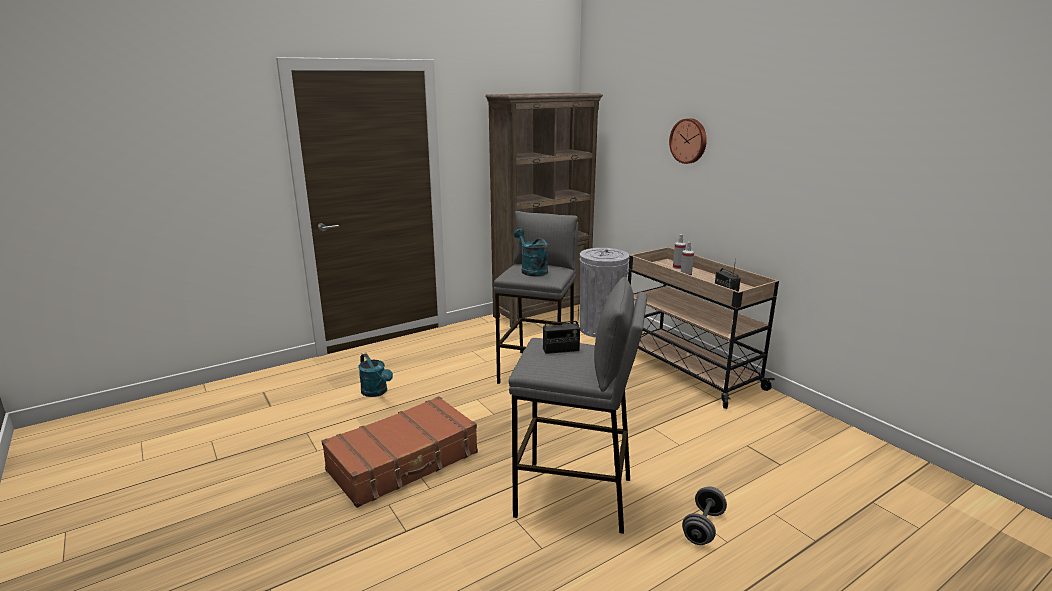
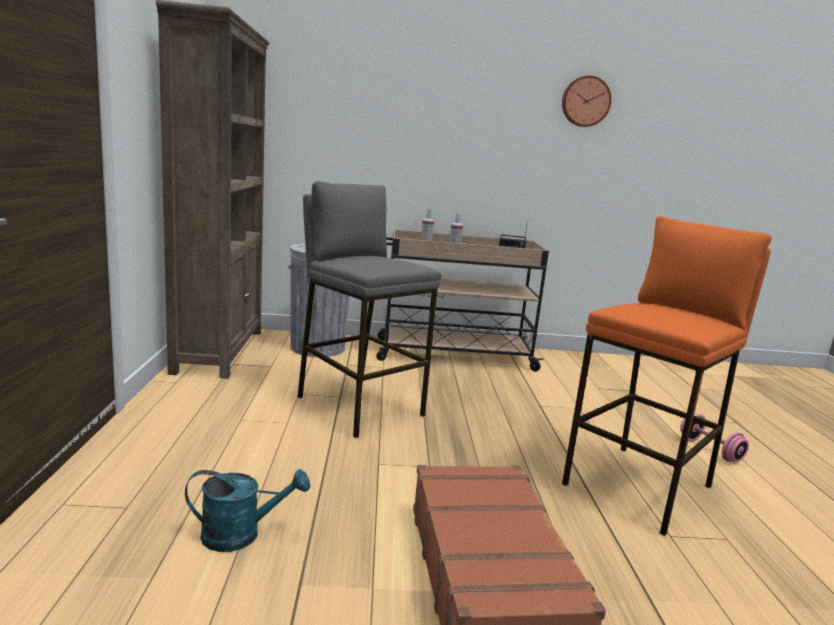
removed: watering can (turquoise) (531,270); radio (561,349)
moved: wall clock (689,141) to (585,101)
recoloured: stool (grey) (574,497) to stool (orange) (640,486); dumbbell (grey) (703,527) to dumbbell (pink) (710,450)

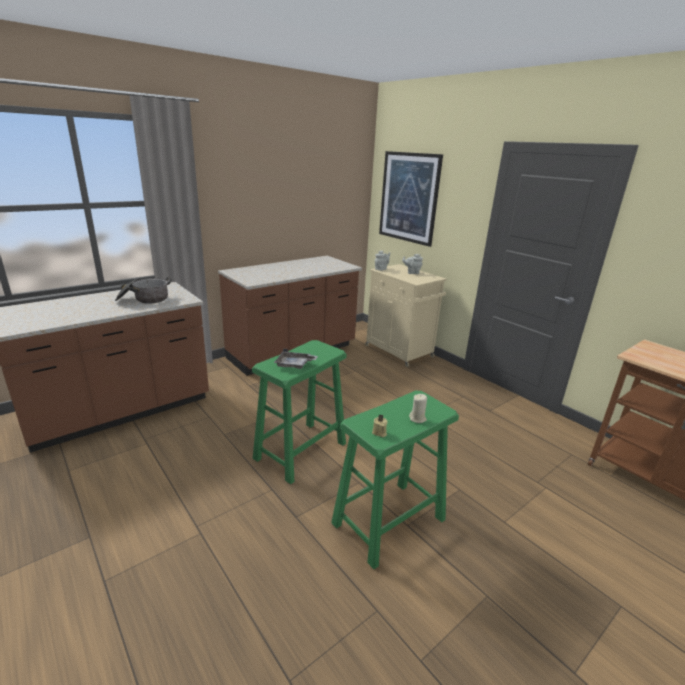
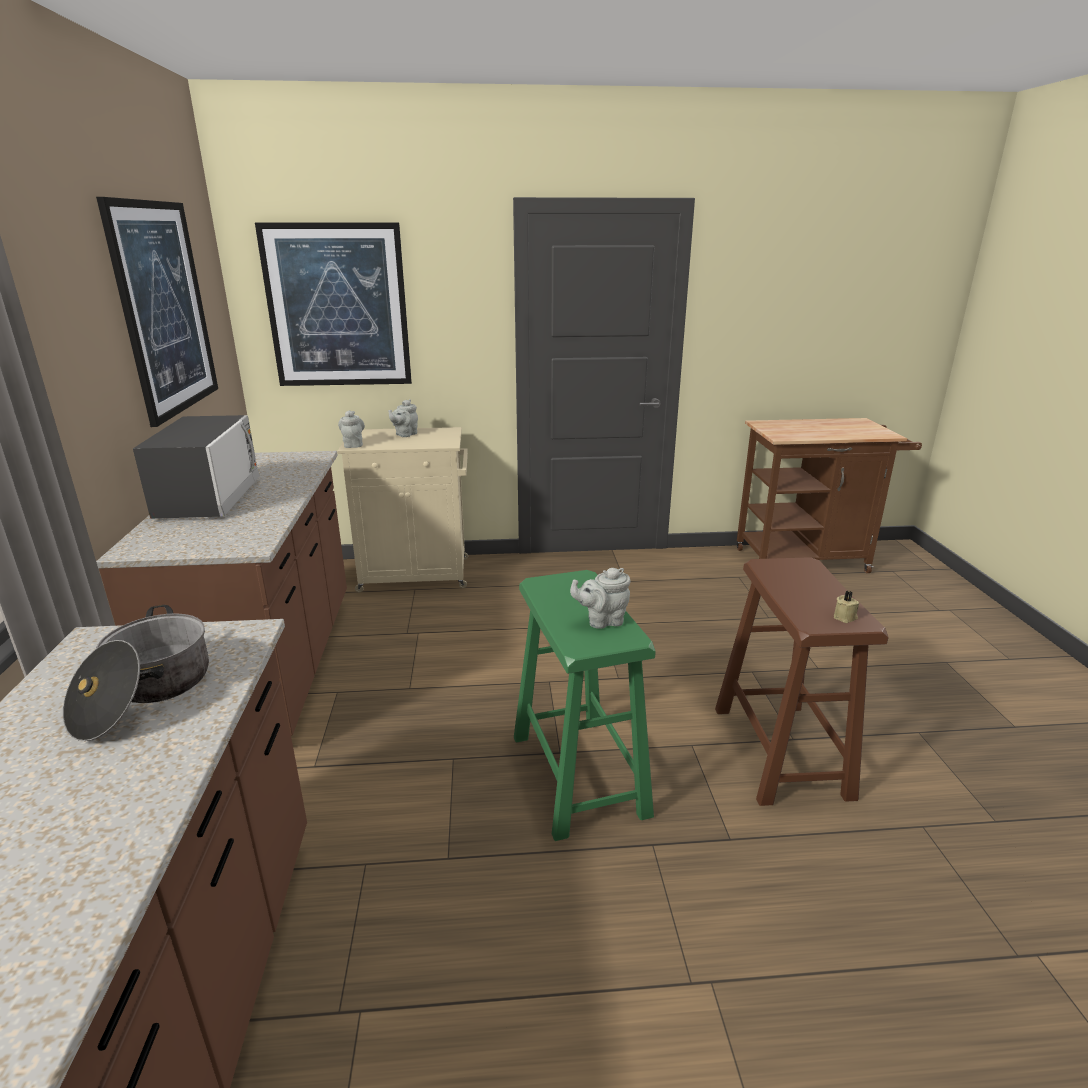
removed: candle (beige) (417,418)
added: picture (164,309); microwave (209,498)
replaced: tray (grey) (294,365) to teapot (grey) (602,621)
recoloured: stool (green) (389,521) to stool (brown) (780,750)

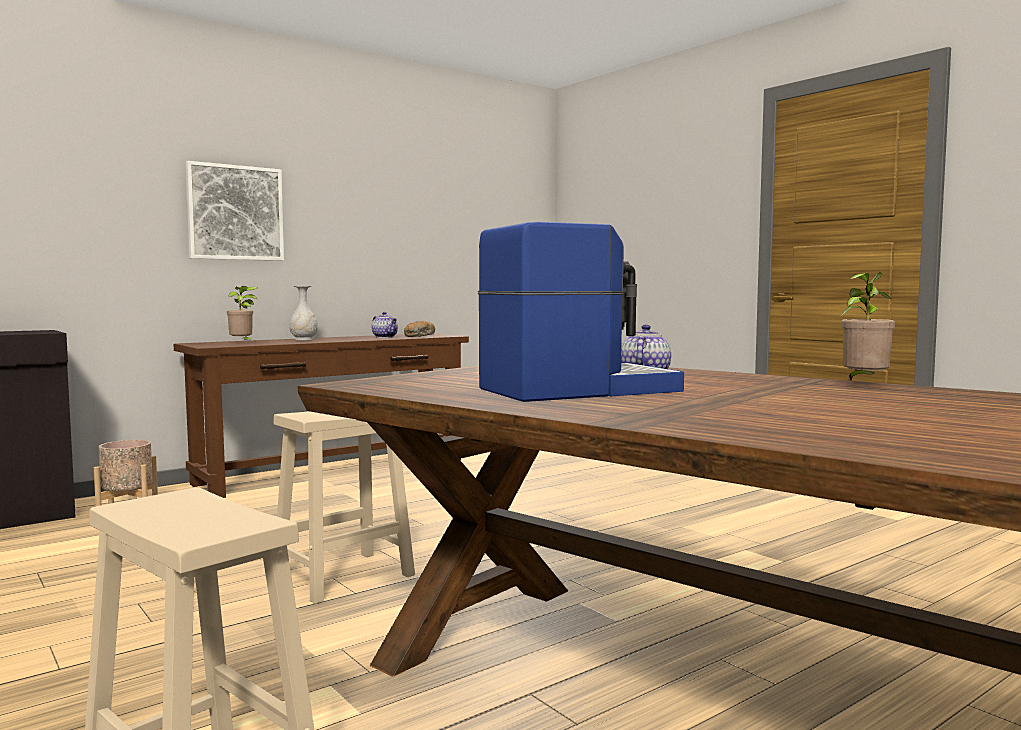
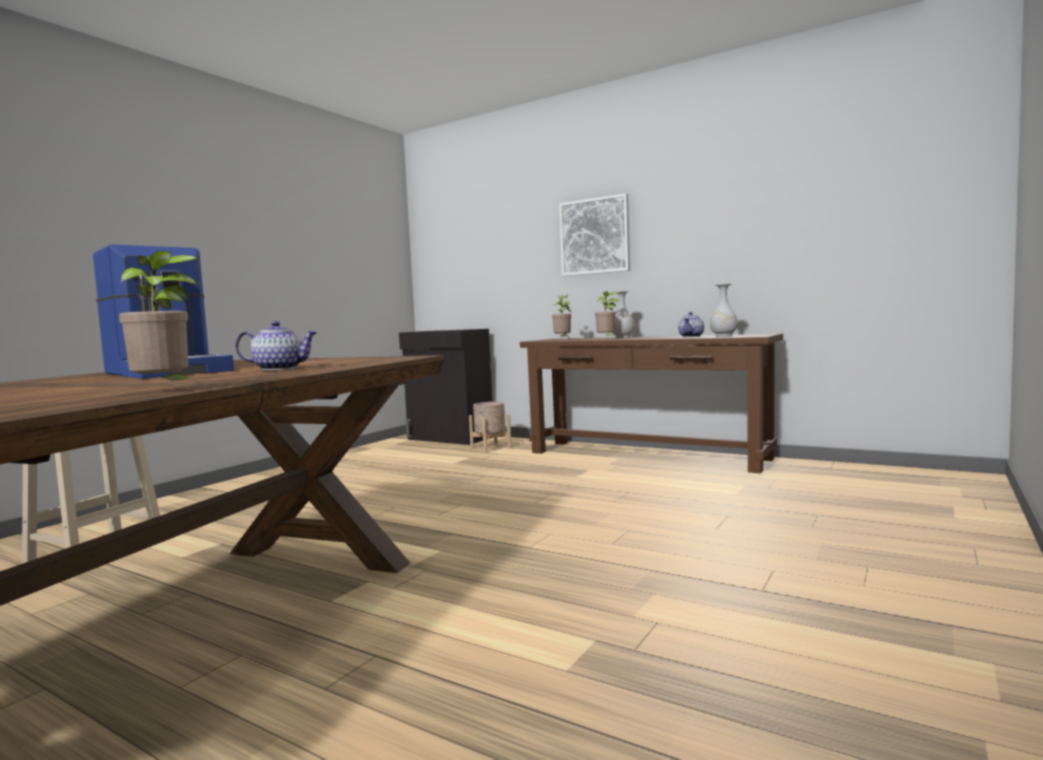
removed: stool (beige) (346,576)
added: potted plant (607,339)
replaced: bread (420,336) to vase (white) (723,336)

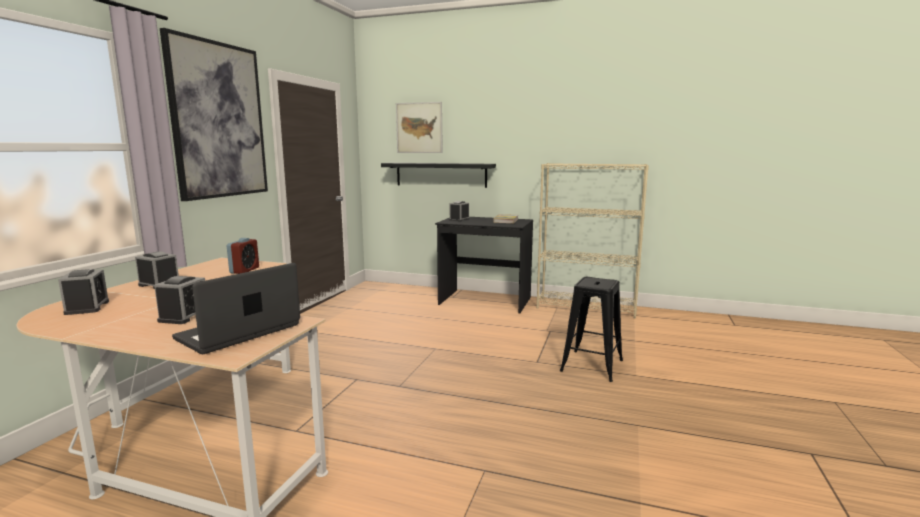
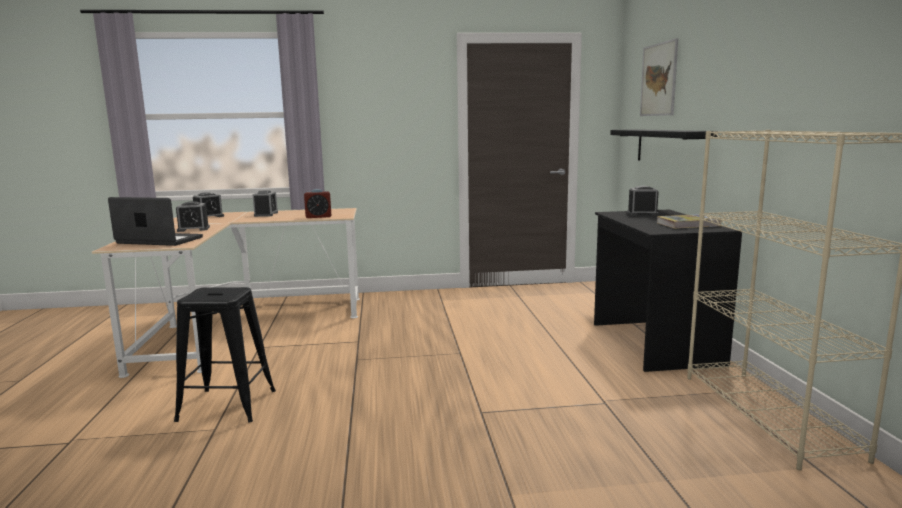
removed: picture (218,120)
moved: stool (black) (592,365) to (228,405)

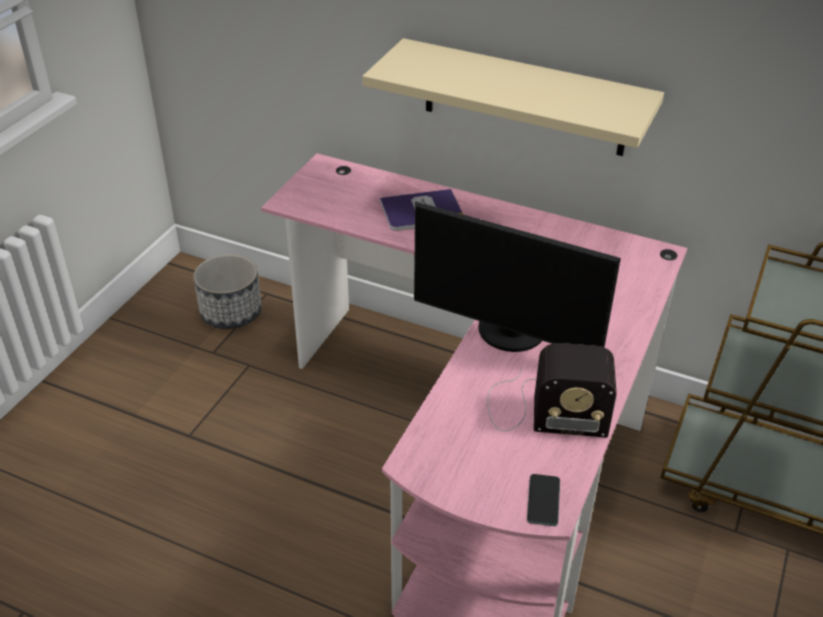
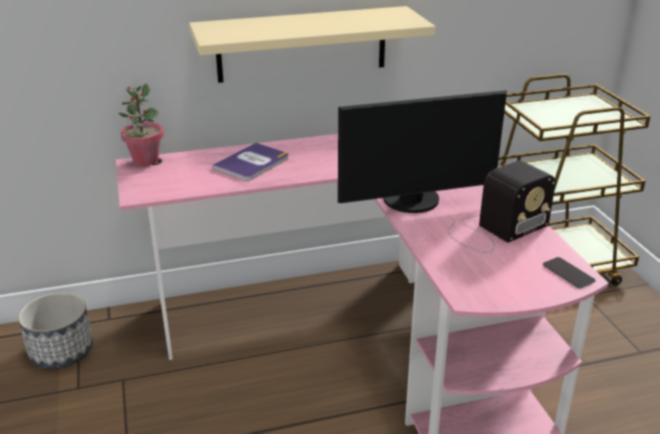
added: potted plant (145,160)

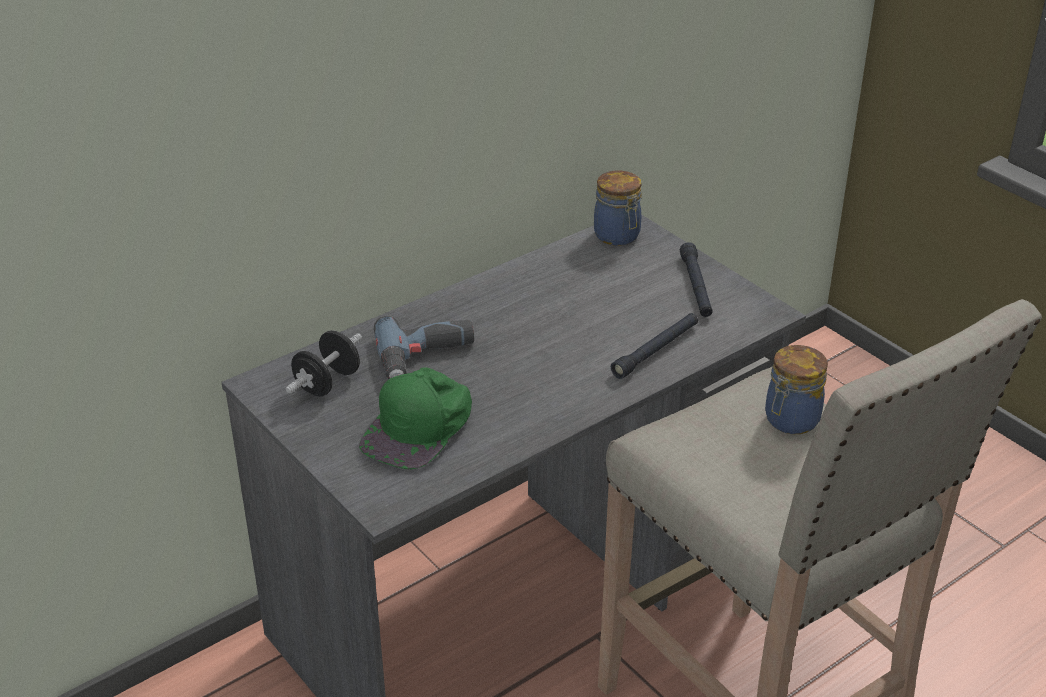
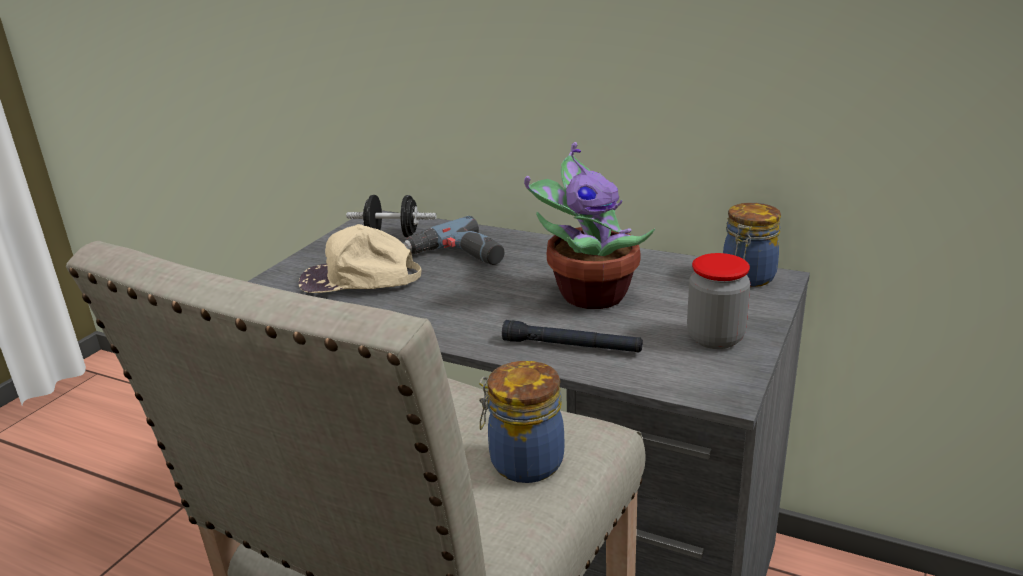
added: potted plant (588,294)
replaced: flashlight (black) (696,287) to jar (715,338)
recoloured: cap (green) (419,428) to cap (beige) (360,279)

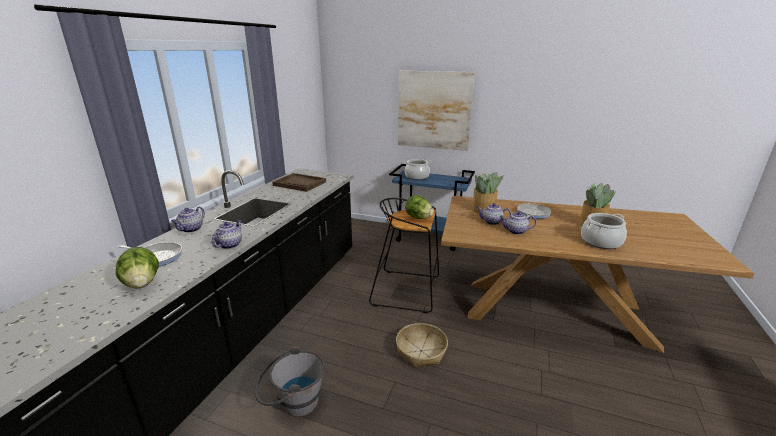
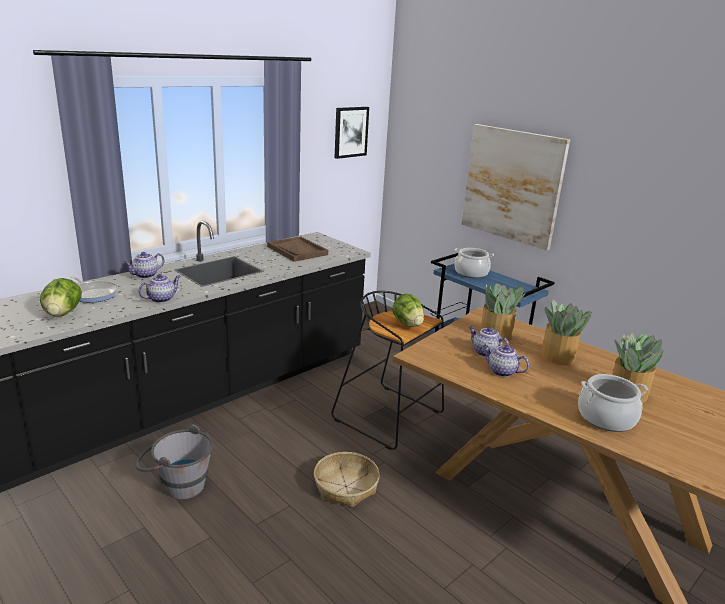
added: picture (350,132)
replaced: frying pan (532,214) to potted plant (558,357)

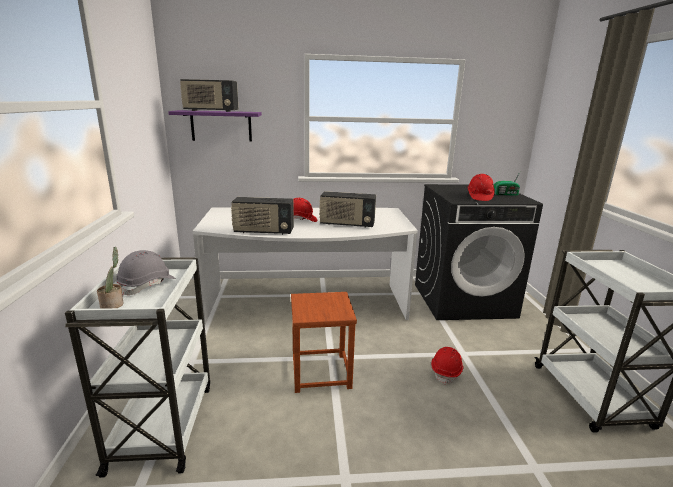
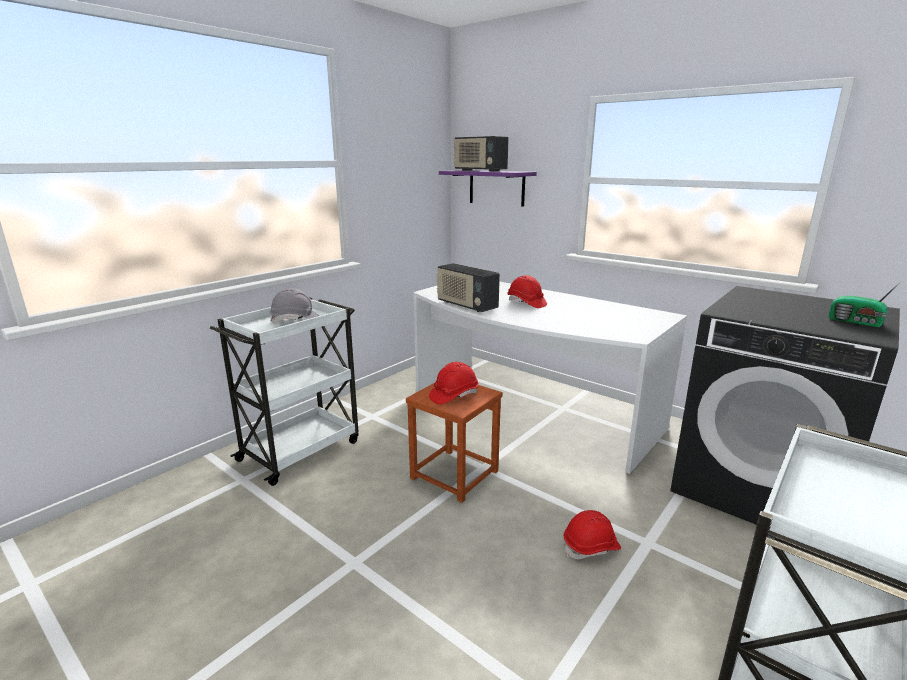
removed: potted plant (113,304); radio (347,224)
moved: hard hat (red) (479,197) to (453,395)

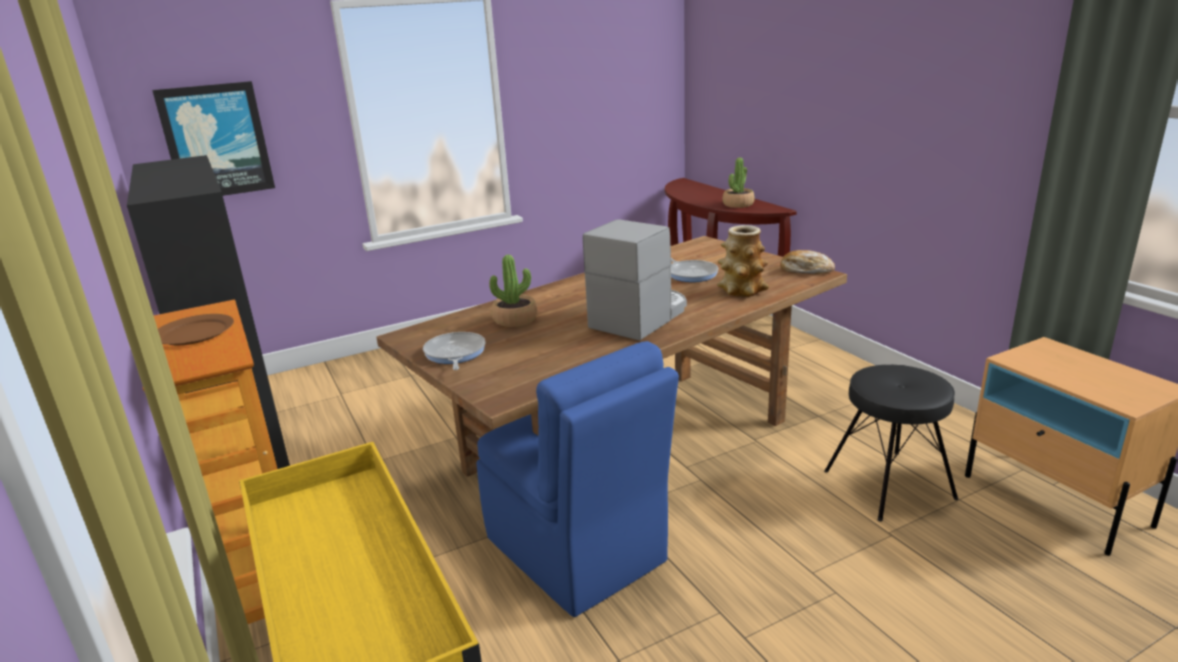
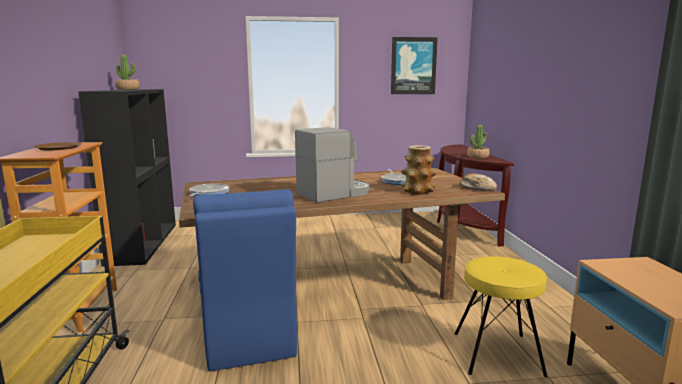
moved: picture (216,141) to (413,66); potted plant (515,319) to (128,89)
recoloured: stool (black) (889,485) to stool (yellow) (498,354)

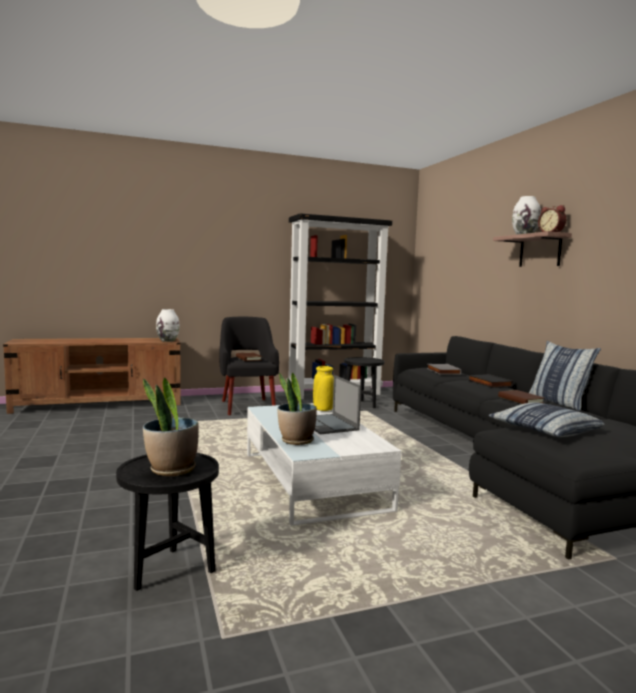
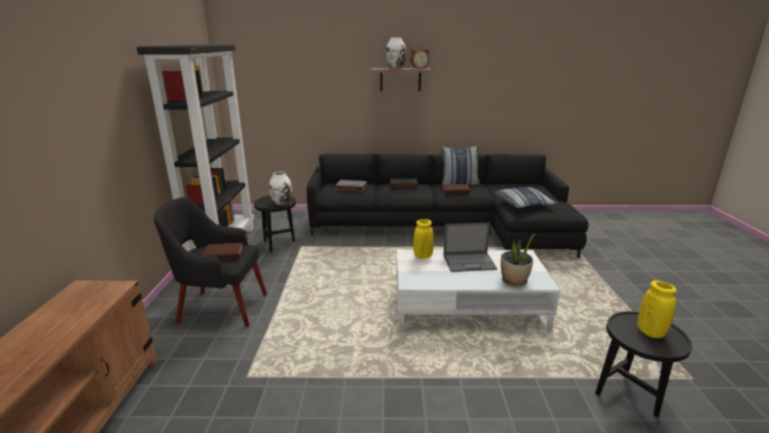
moved: vase (white) (168,340) to (282,203)
replaced: potted plant (171,470) to vase (yellow) (650,332)

